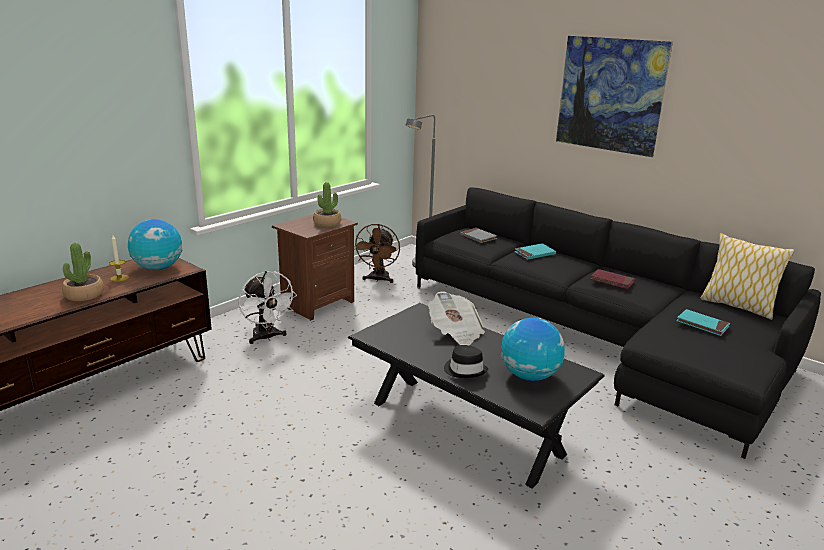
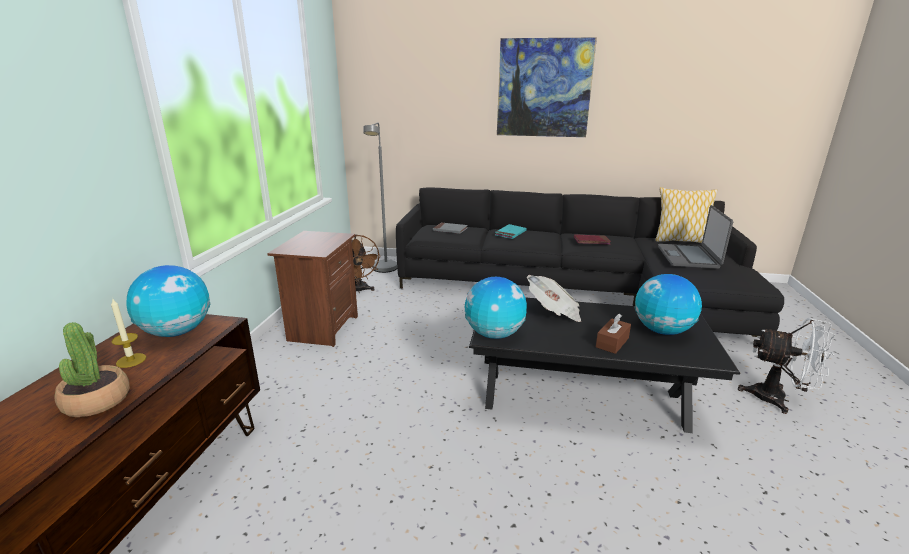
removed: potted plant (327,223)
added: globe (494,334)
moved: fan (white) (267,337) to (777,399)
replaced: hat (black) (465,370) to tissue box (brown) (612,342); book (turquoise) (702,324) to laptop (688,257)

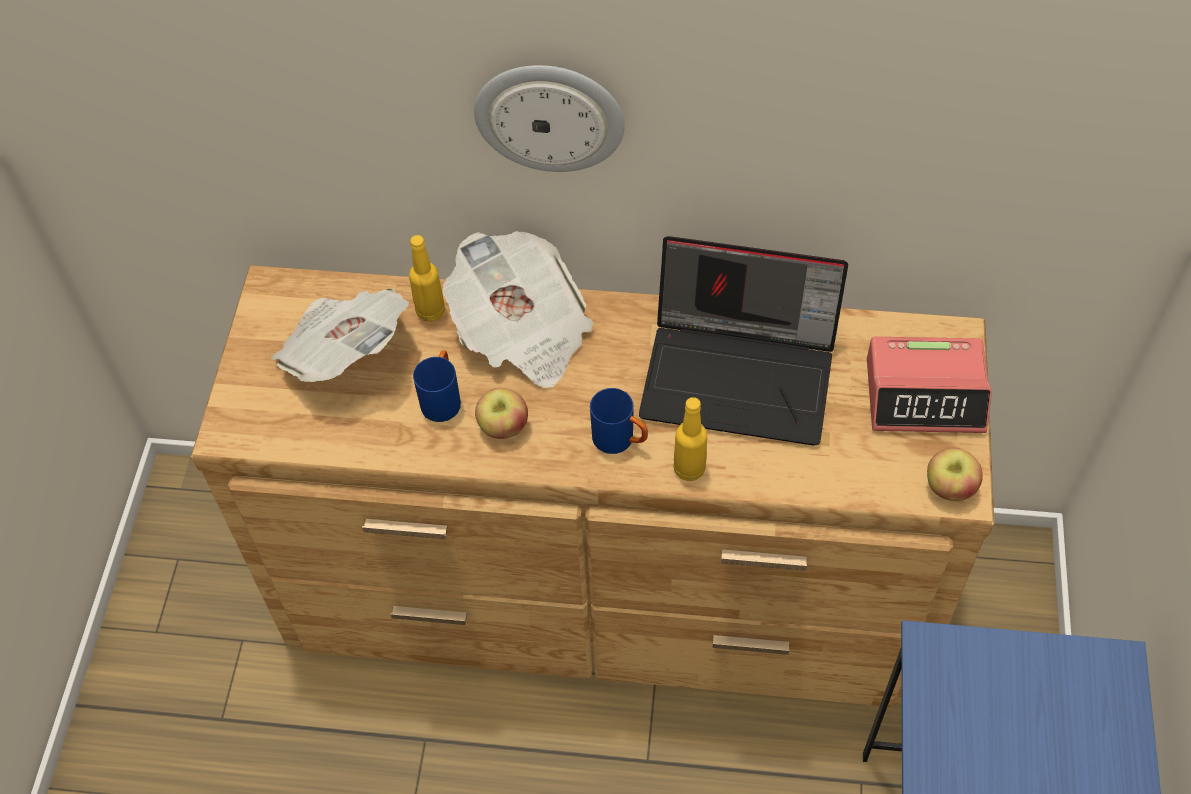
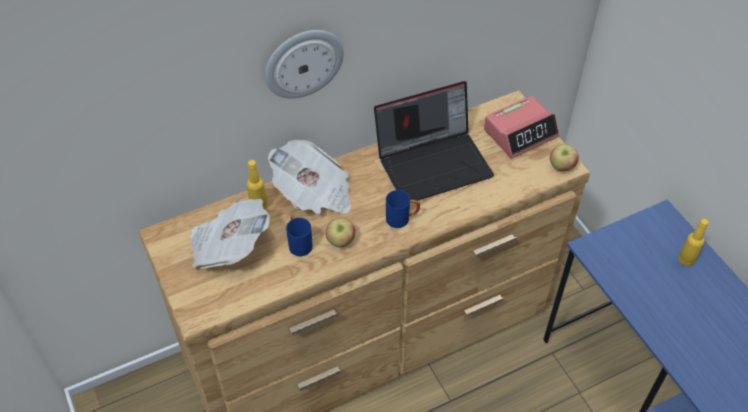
moved: bottle (yellow) (689,469) to (686,260)

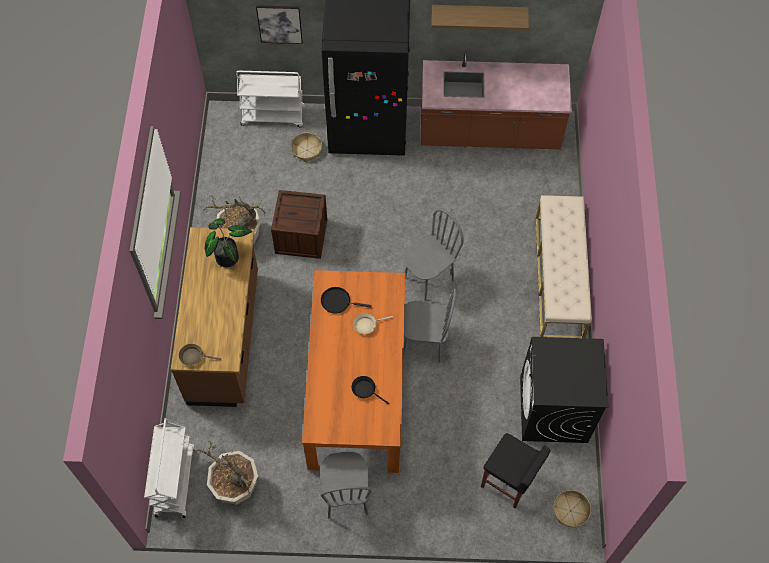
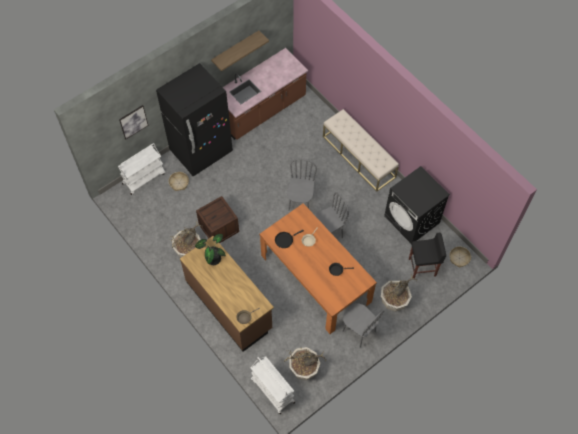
added: potted plant (393,302)

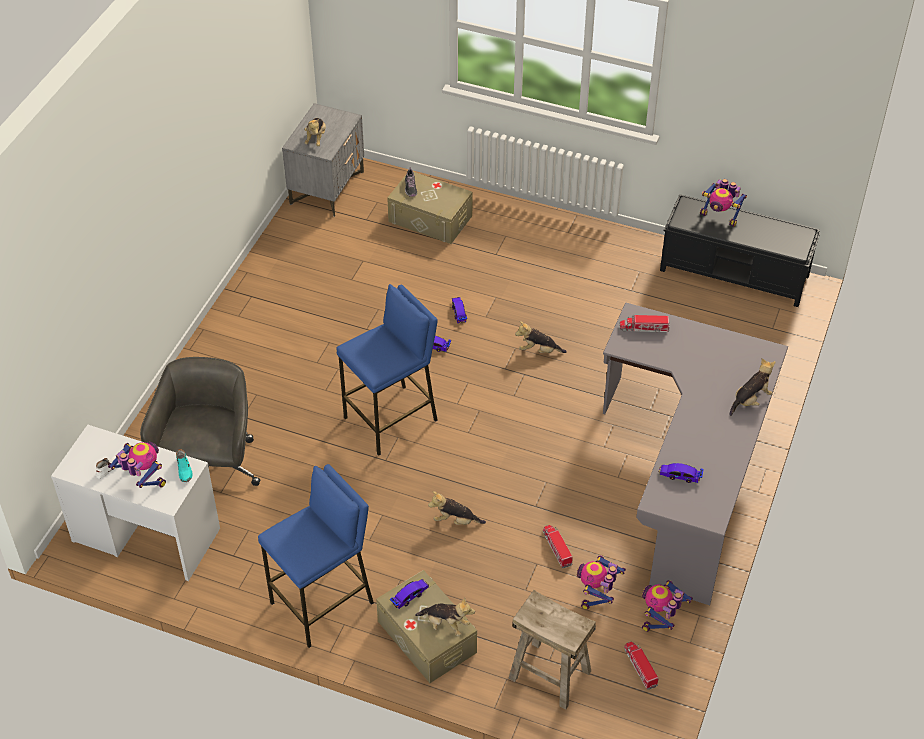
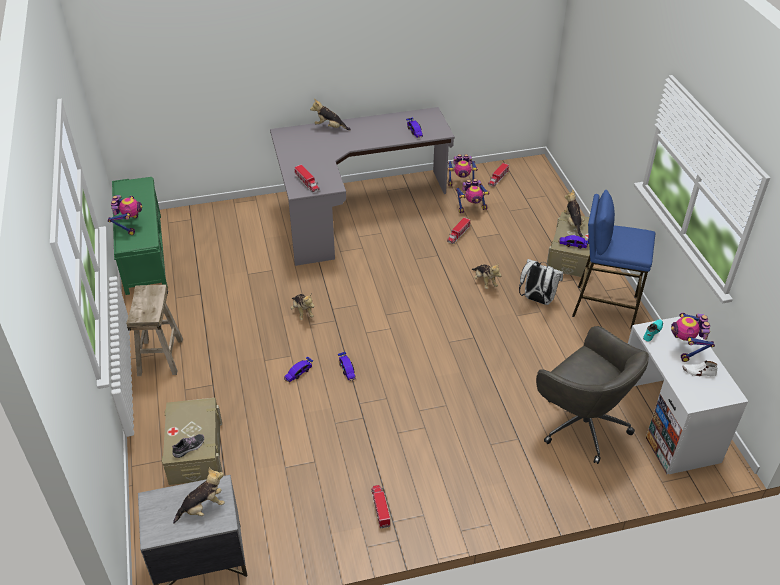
removed: stool (blue) (391,419)
added: toy truck (380,508); backpack (white) (537,299)
moved: stool (beige) (549,675) to (161,357)
recoloured: bench (black) (735,273) to bench (green) (144,252)
turned: office chair (grey) (211,471) = (581,423) 105 degrees counterclockwise

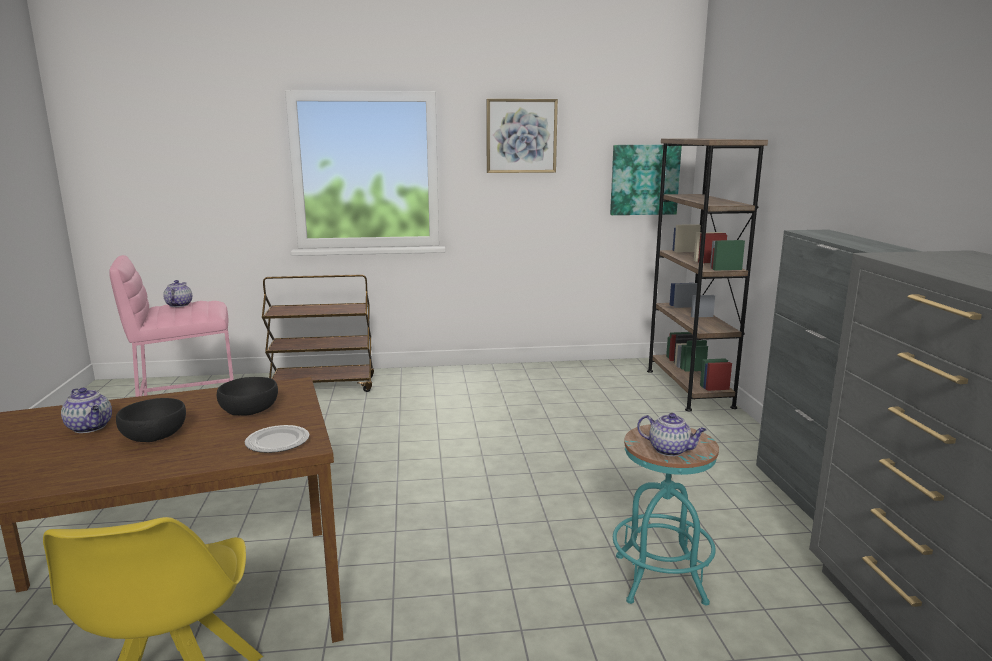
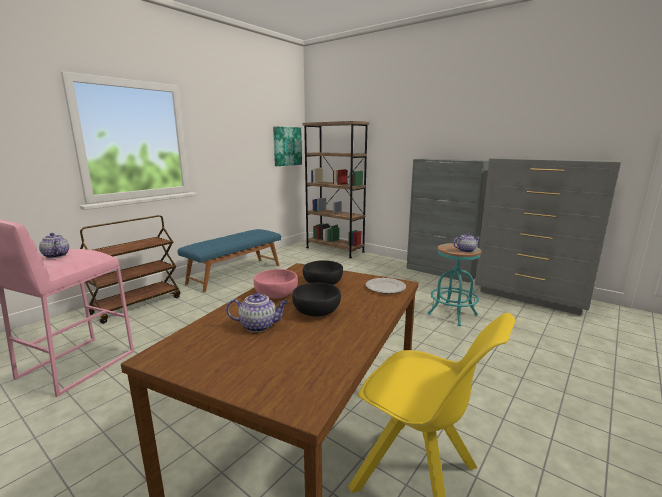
removed: picture (521,136)
added: bench (blue) (235,274); bowl (pink) (275,294)

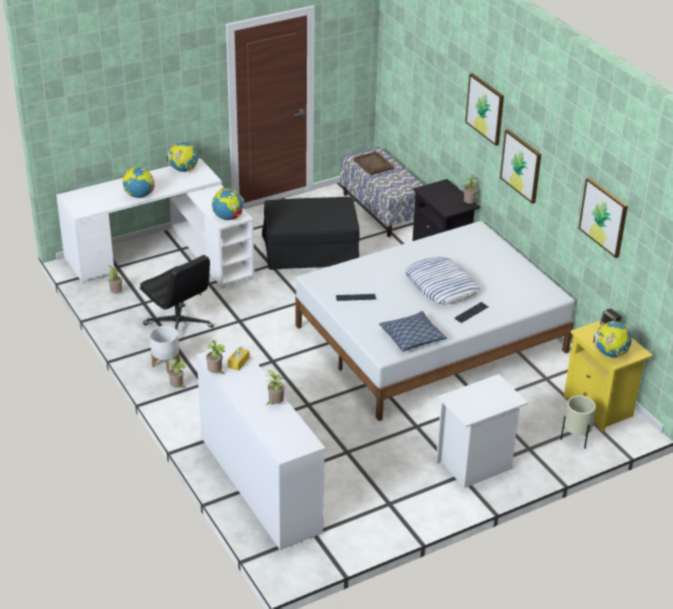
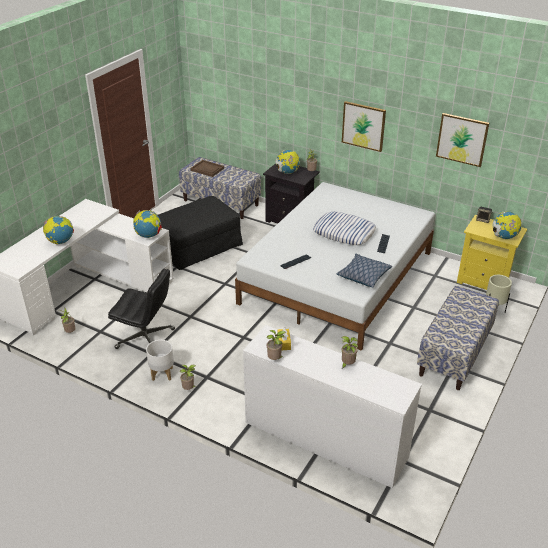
removed: picture (485,109)
moved: globe (183,170) to (287,172)
replaced: nightstand (white) (475,465) to bench (454,354)

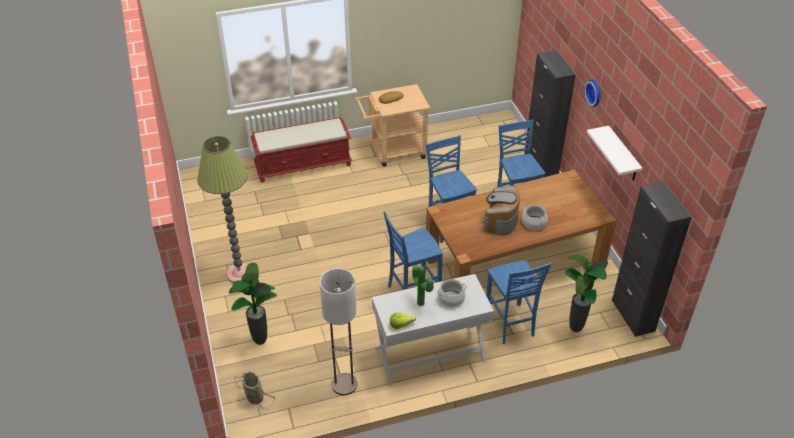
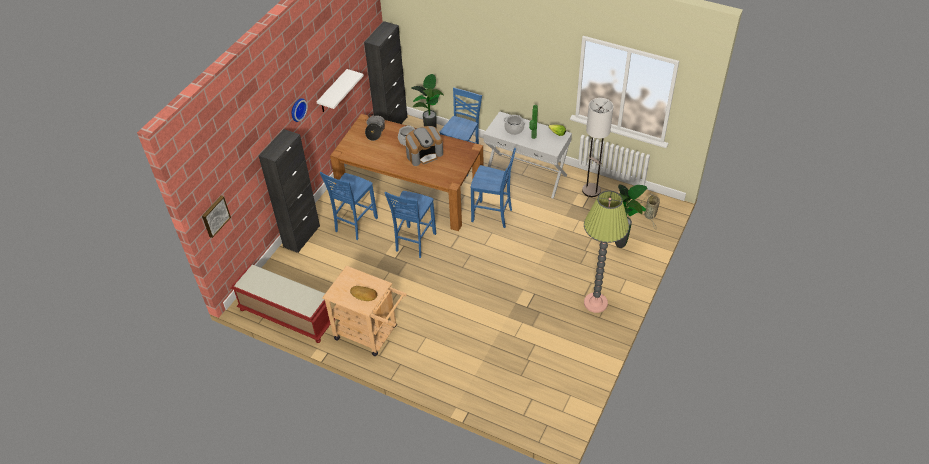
added: picture (215,216); cooking pot (375,131)
moved: bench (red) (303,164) to (286,315)

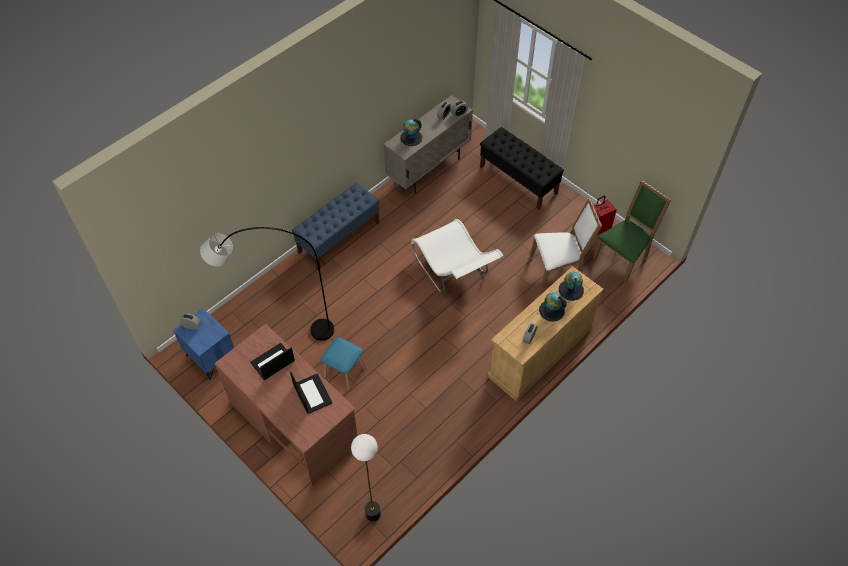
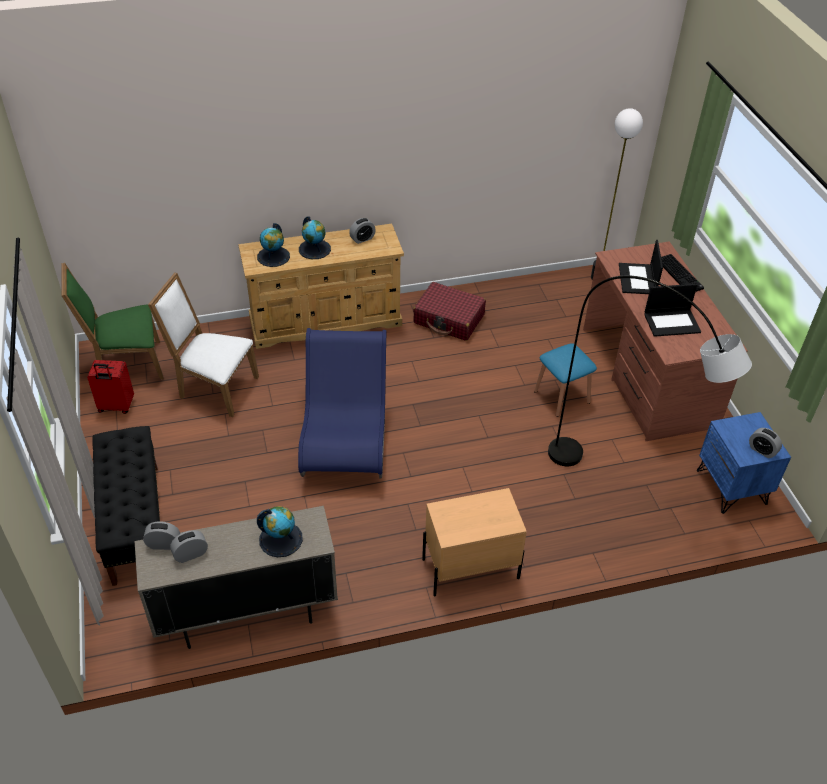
added: suitcase (red) (449,319); keyboard (680,274)
replaced: bench (blue) (339,237) to nightstand (beige) (470,568)
recoloured: chair (white) (454,272) to chair (blue) (345,441)

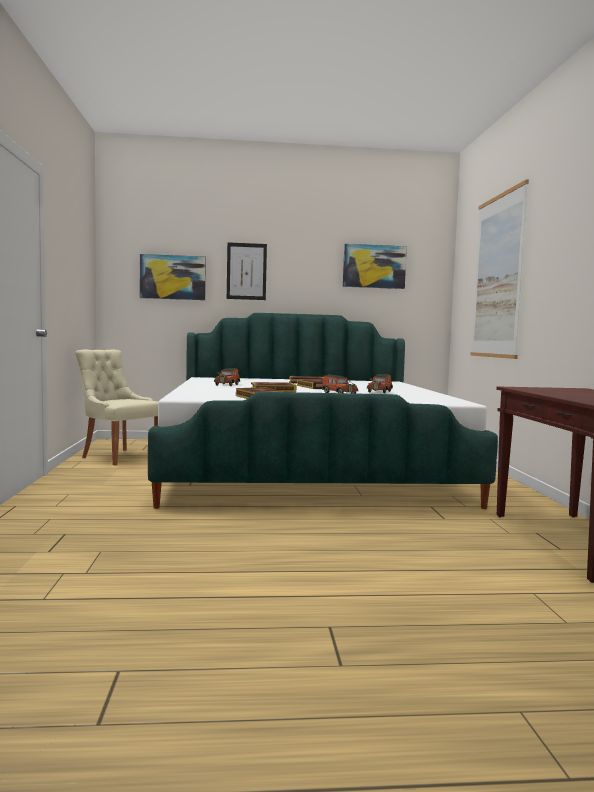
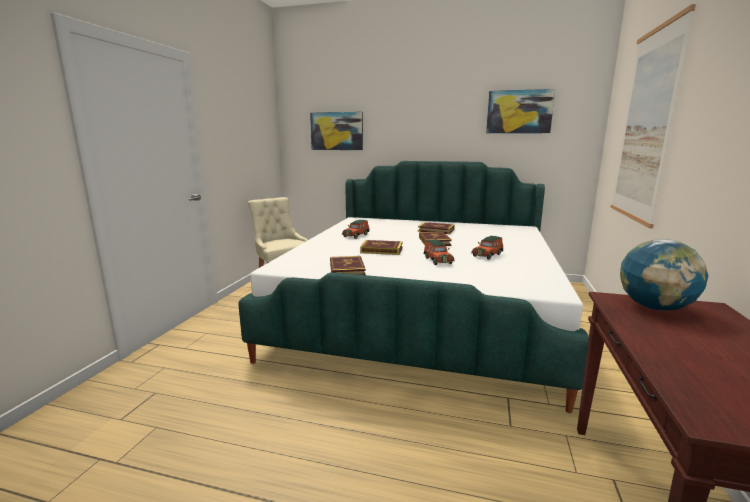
removed: picture (246,271)
added: globe (655,307)

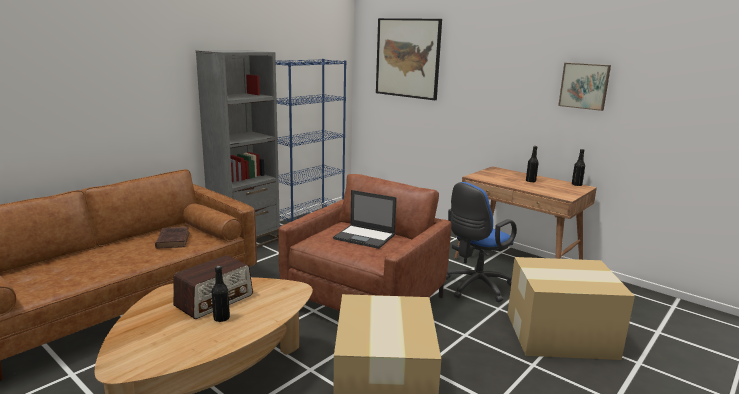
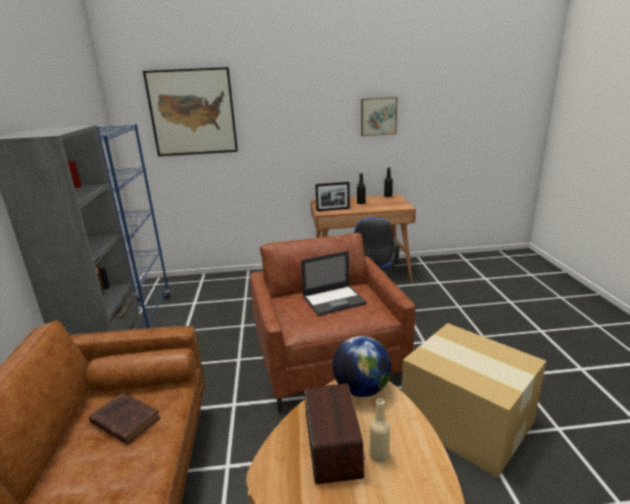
removed: cardboard box (562,335)
added: picture frame (333,209); globe (361,389)
recoloured: bottle (black) (221,318) to bottle (beige) (379,455)

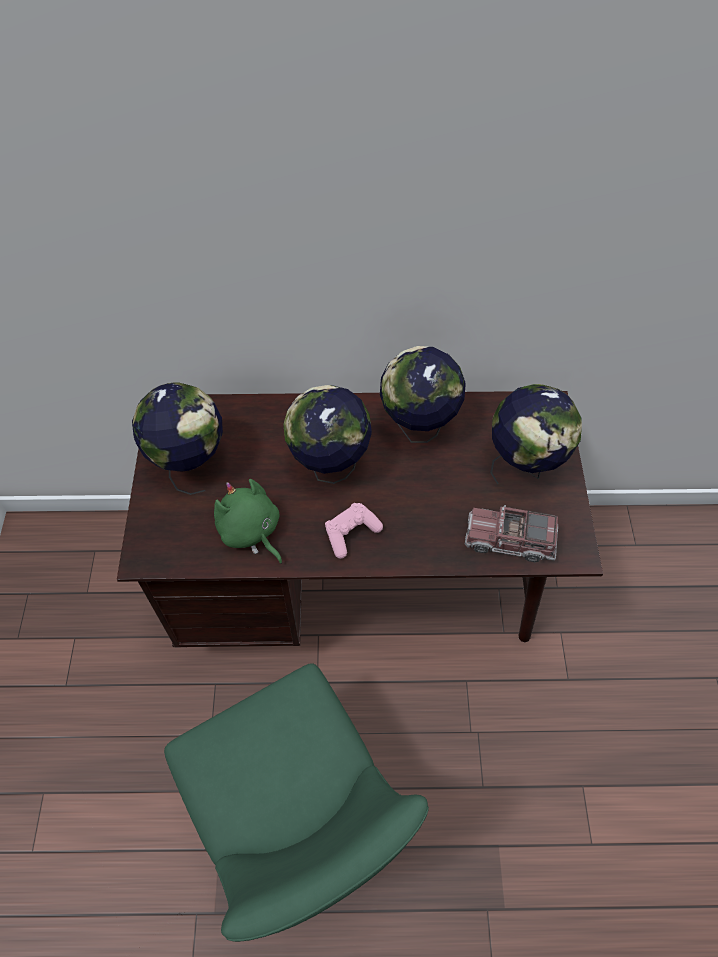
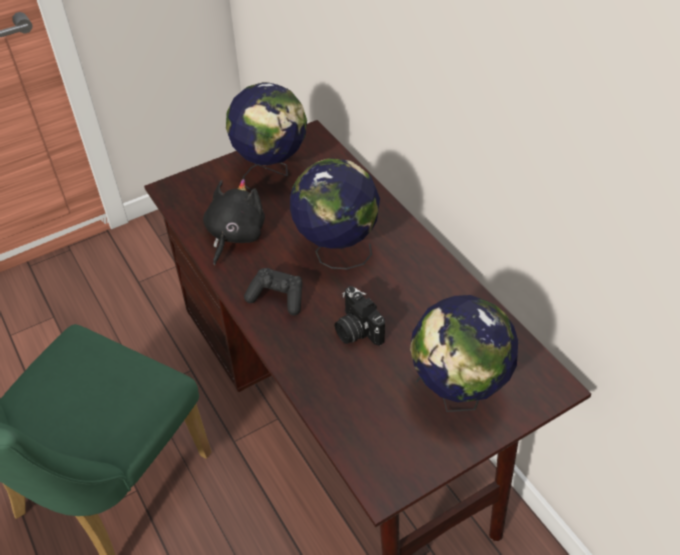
removed: globe (418,427); toy truck (509,539)
added: photo camera (356,330)
recoloured: plush toy (green) (251,532) to plush toy (black) (234,235); game controller (pink) (351,533) to game controller (black) (277,297)

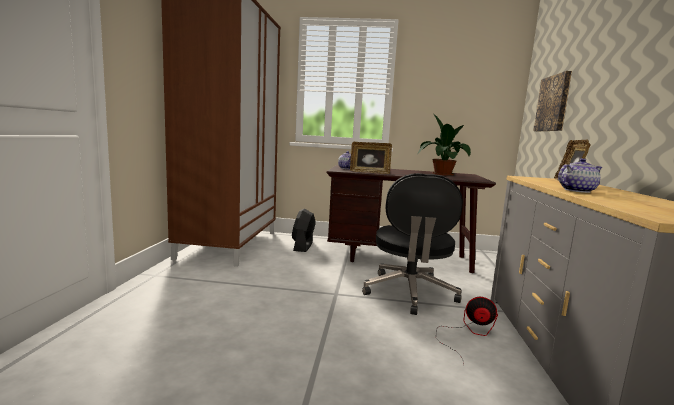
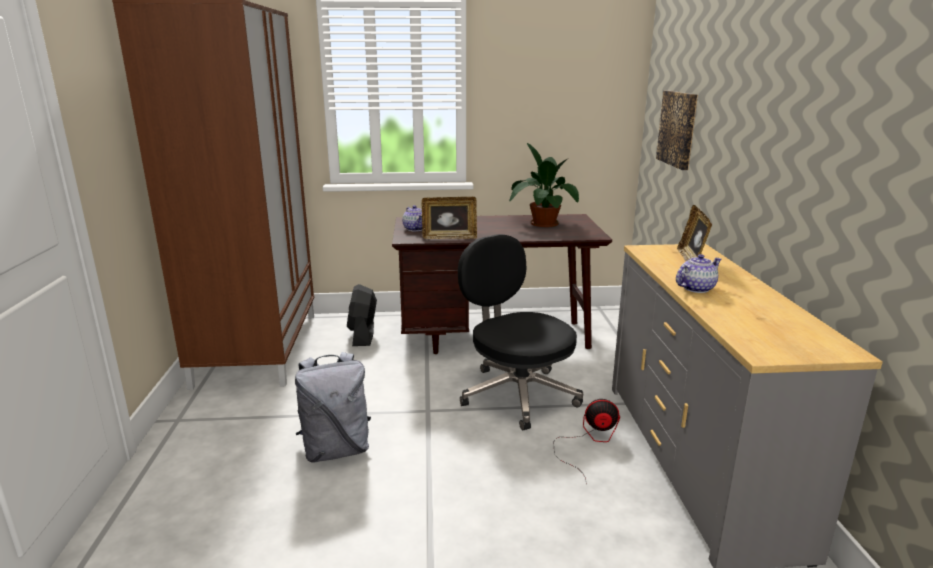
added: backpack (grey) (336,449)
turned: office chair (black) (409,293) = (517,394) 150 degrees clockwise

